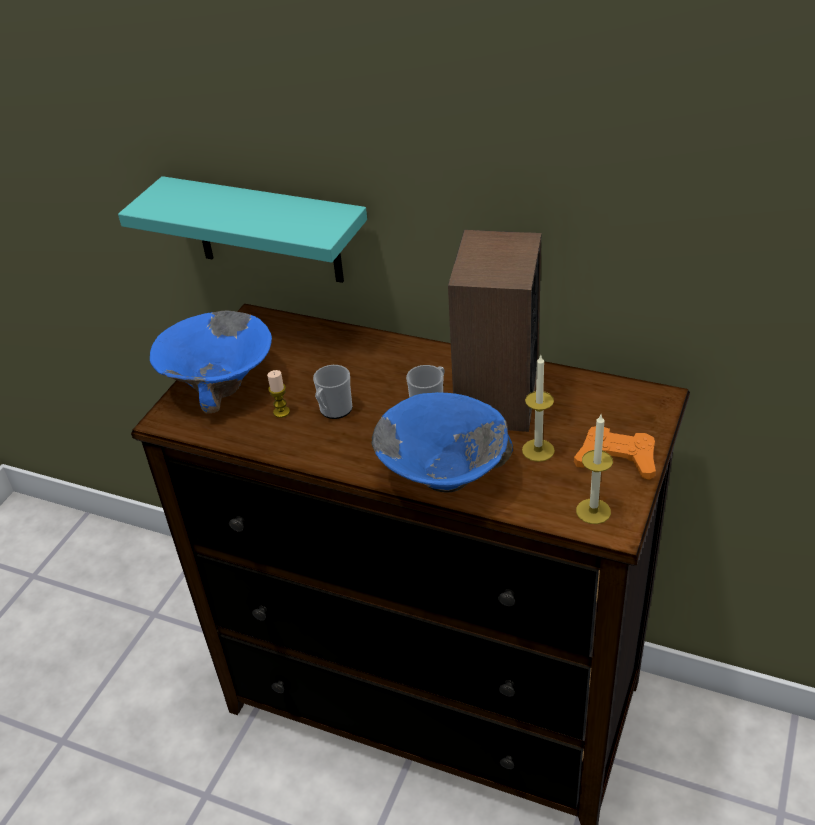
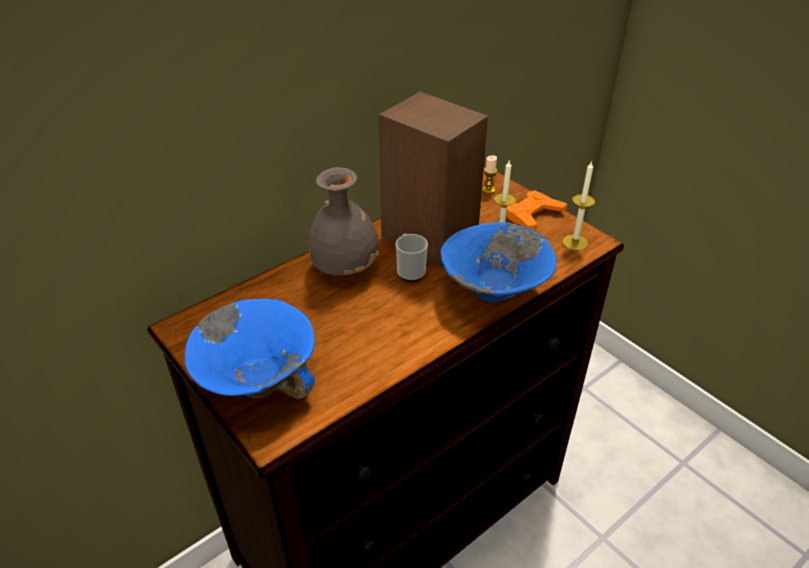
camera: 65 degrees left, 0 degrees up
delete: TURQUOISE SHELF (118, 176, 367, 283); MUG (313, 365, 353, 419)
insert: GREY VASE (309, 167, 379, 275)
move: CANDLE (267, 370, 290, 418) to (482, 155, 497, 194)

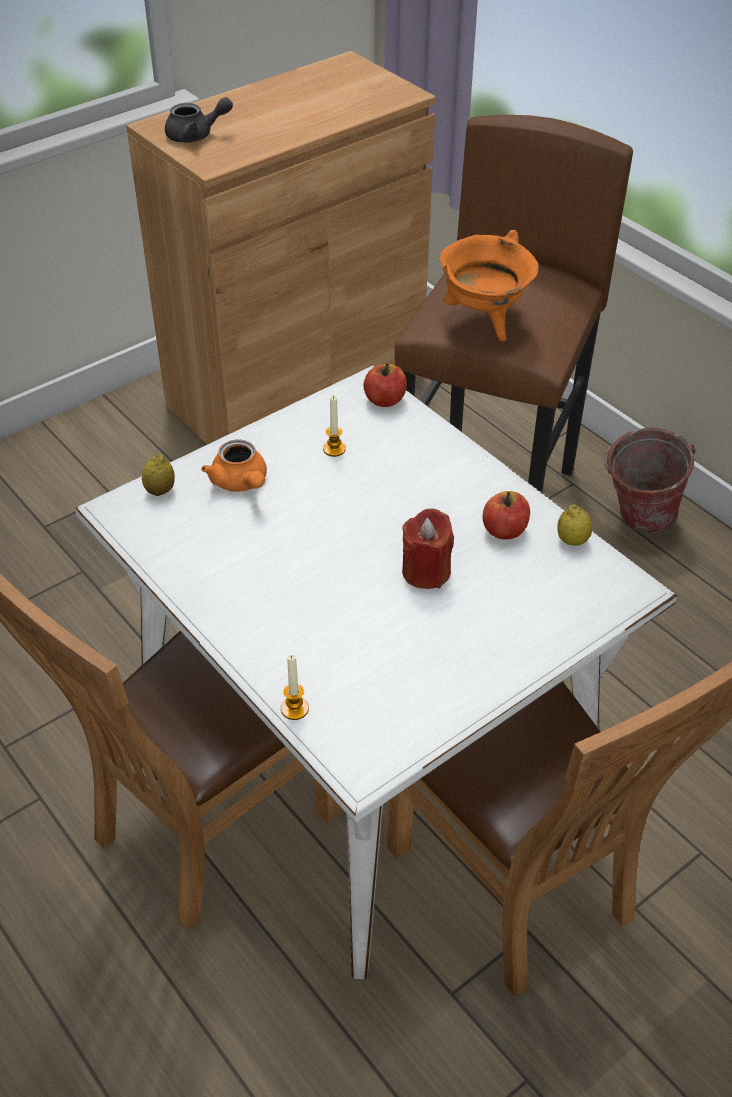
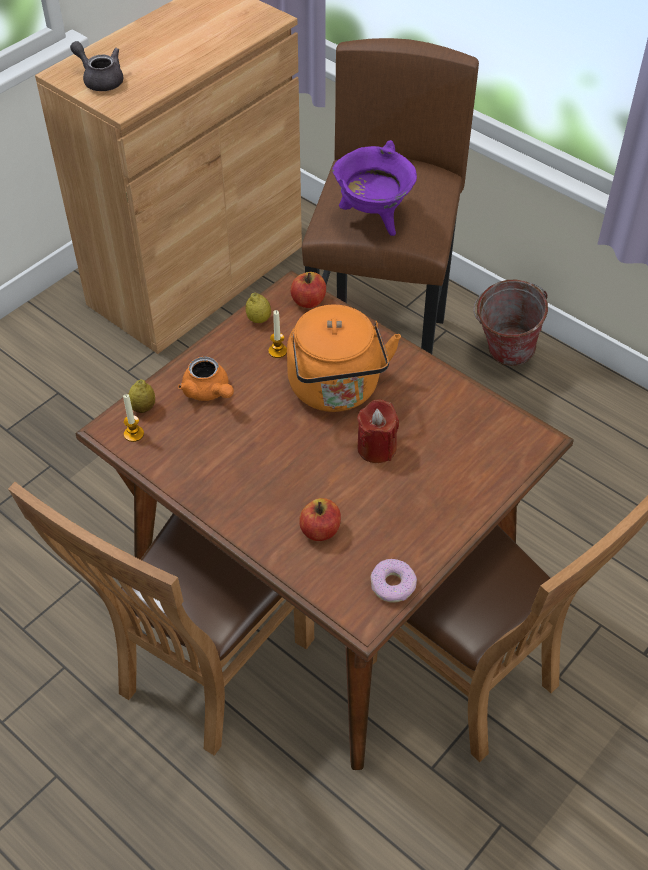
camera: 10 degrees left, 5 degrees up
insert: ORANGE KETTLE (287, 305, 401, 412); DONUT (371, 559, 417, 603)
move: CANDLE (281, 655, 309, 720) to (123, 394, 144, 442); APPLE (483, 491, 530, 539) to (299, 498, 341, 541); LEMON (557, 504, 592, 546) to (246, 292, 271, 323)
recolor: WHITE DINING TABLE (75, 365, 677, 980) to BROWN DINING TABLE (76, 270, 574, 770); ORANGE COOKING POT (439, 230, 539, 342) to PURPLE COOKING POT (332, 140, 417, 236)
rotate: GREY TEAPOT (165, 97, 233, 143) = (70, 41, 124, 91) 120 degrees counterclockwise

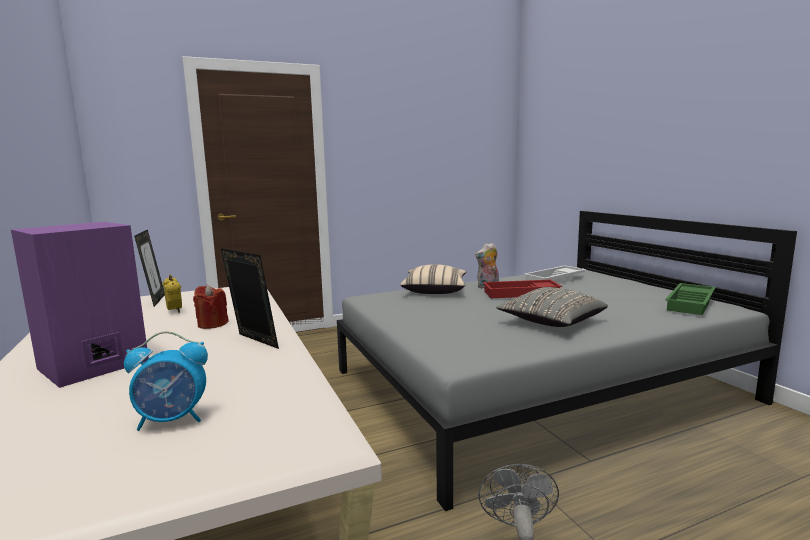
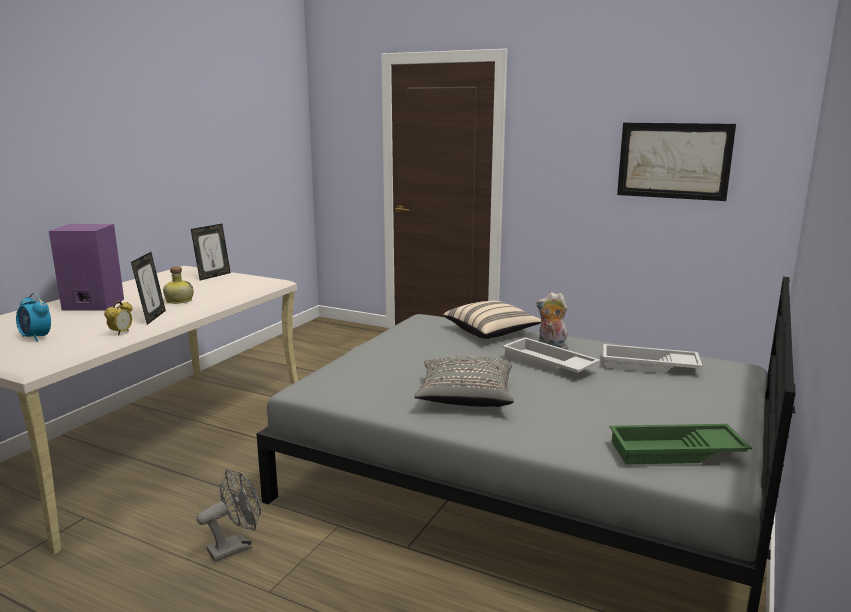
camera: 50 degrees right, 5 degrees up
insert: PICTURE (617, 123, 736, 201)
move: ALARM CLOCK (163, 275, 182, 313) to (104, 301, 132, 336)
replace: RED CANDLE (193, 285, 229, 329) to BOTTLE (163, 266, 194, 304)
recolor: RED TRAY (483, 280, 562, 298) to WHITE TRAY (502, 337, 600, 373)

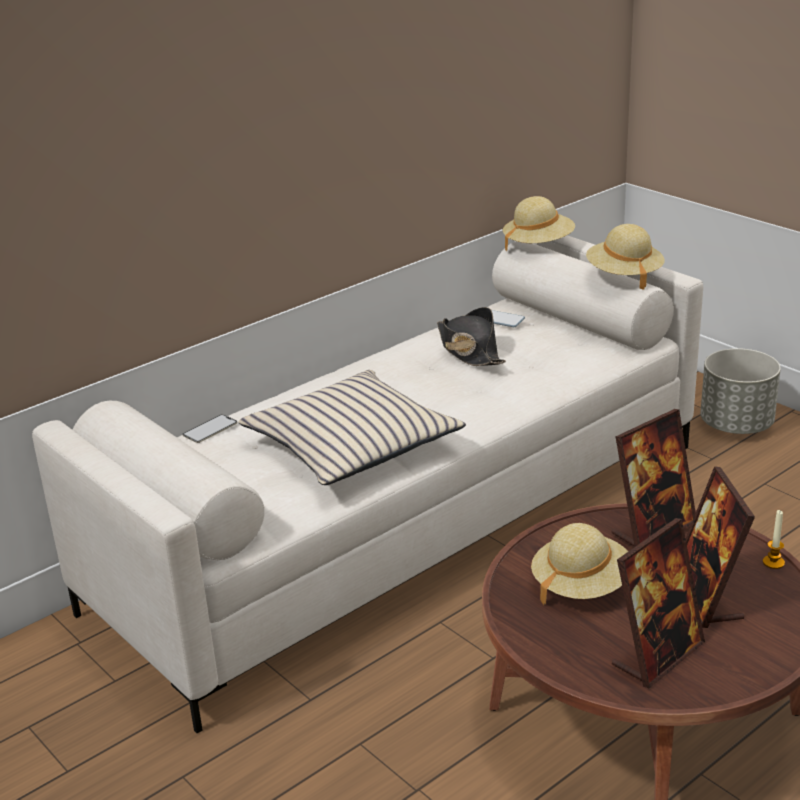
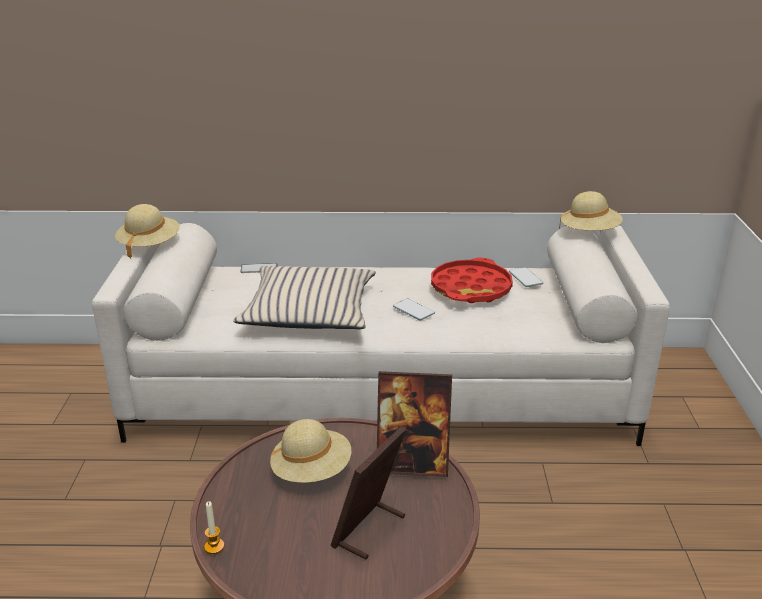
camera: 40 degrees right, 0 degrees up
delete: PICTURE FRAME (612, 518, 705, 688); GREY PLANTER (700, 348, 781, 434)
insert: PHONE (393, 299, 435, 320)
move: BEIGE HAT (586, 224, 665, 290) to (115, 204, 180, 258); CANDLE (763, 510, 785, 569) to (204, 501, 224, 554)
replace: BLACK HAT (437, 307, 506, 366) to RED TRAY (431, 257, 513, 303)

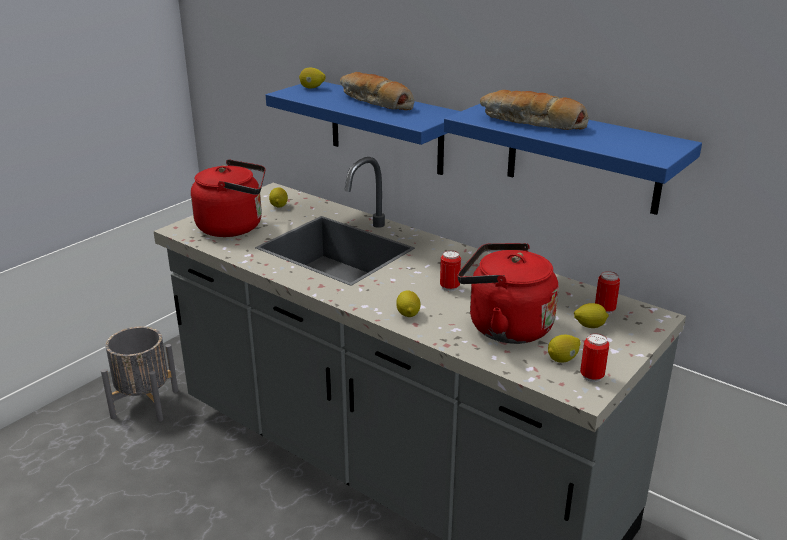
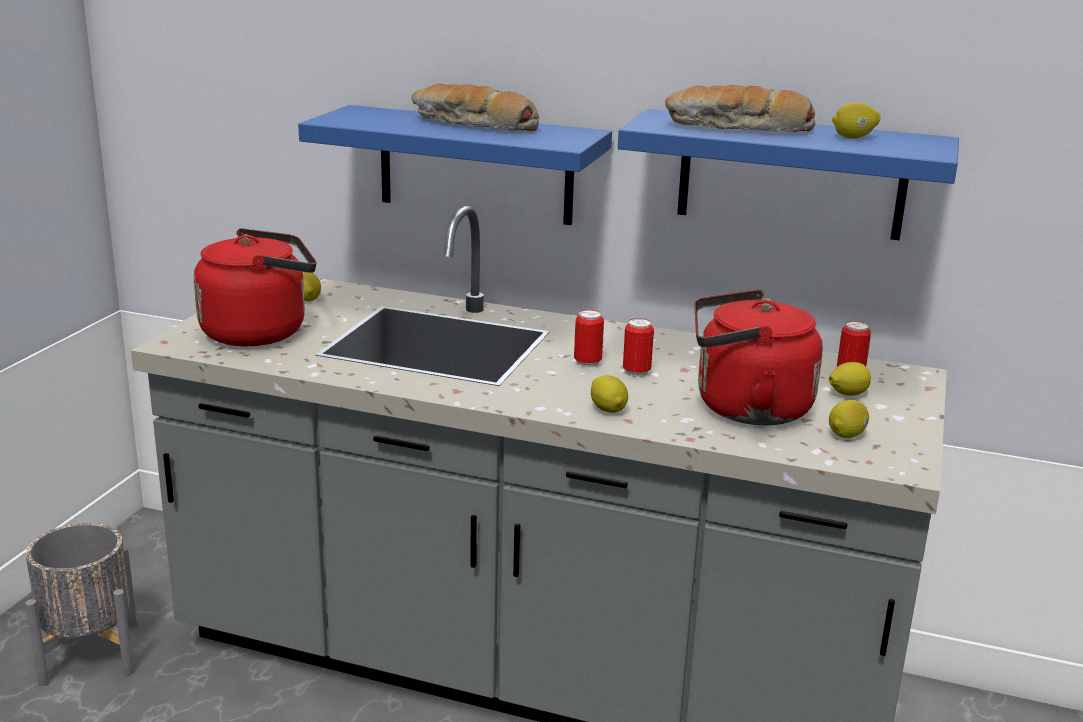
camera: 20 degrees left, 5 degrees down
move: LEMON (299, 67, 326, 89) to (832, 102, 881, 138); CAN (580, 333, 609, 382) to (574, 310, 604, 368)

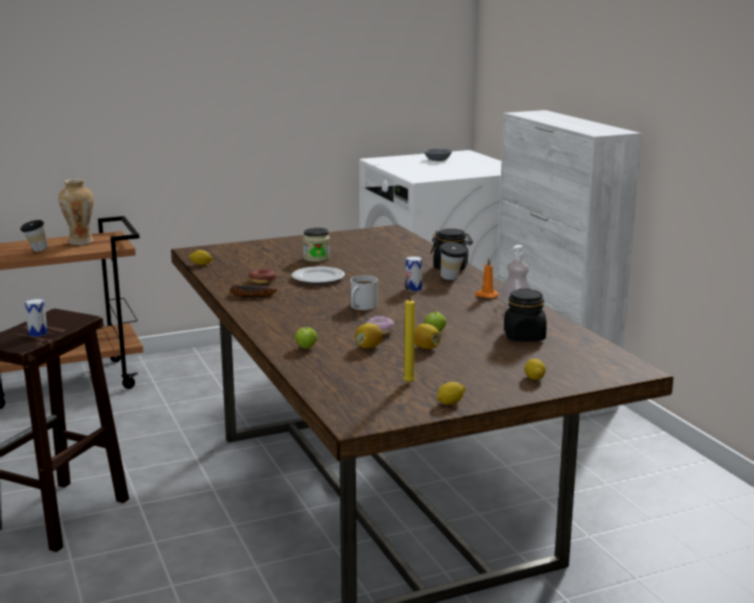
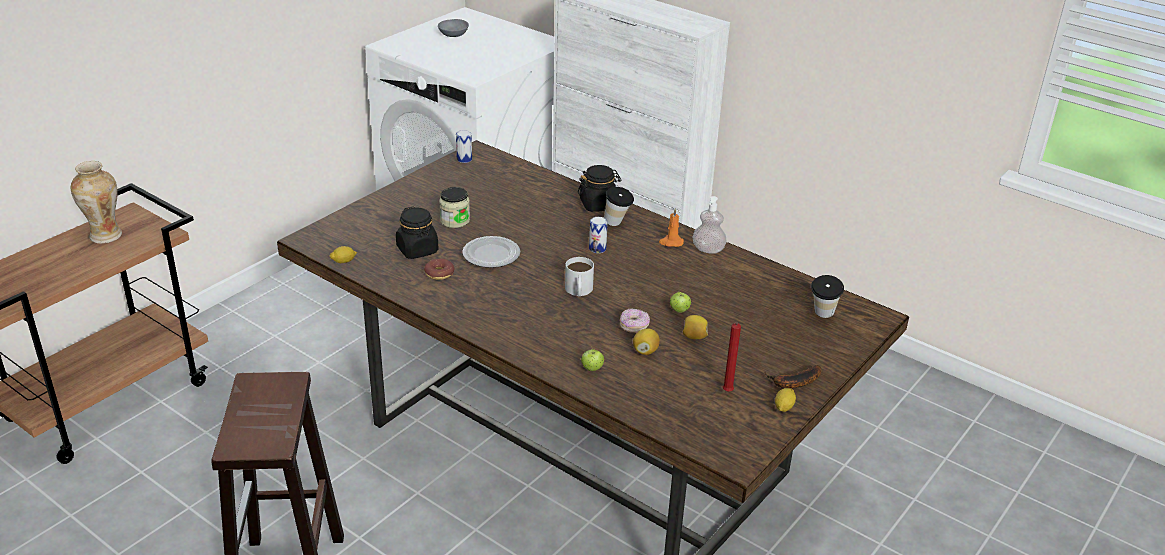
camera: 30 degrees left, 15 degrees up
delete: LEMON (525, 359, 546, 380)
move: CUP (20, 220, 48, 252) to (811, 275, 844, 318); CAN (25, 298, 48, 337) to (456, 130, 472, 163); BANANA (230, 285, 277, 297) to (765, 365, 821, 388); BLACK JAR (504, 289, 547, 341) to (396, 206, 438, 259)
recolor: YELLOW CANDLE (402, 294, 415, 383) to RED CANDLE (723, 322, 741, 392)

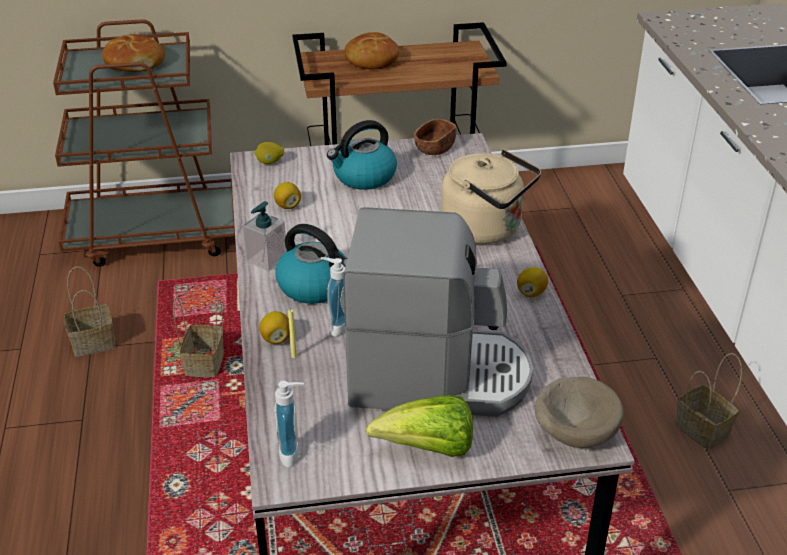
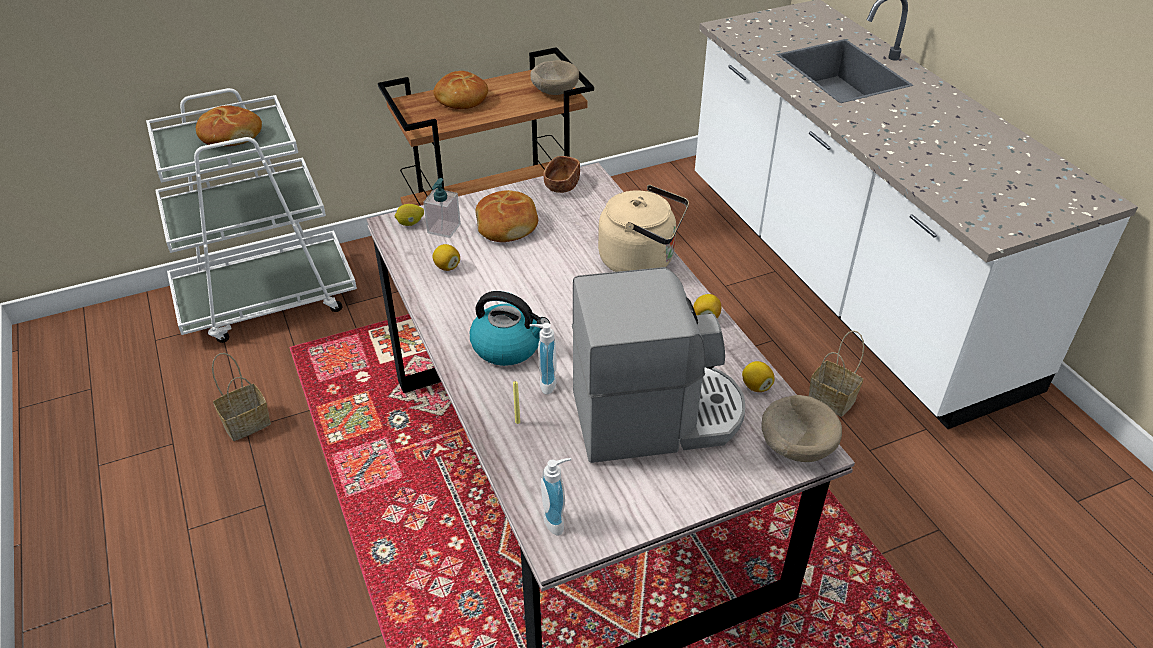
camera: 15 degrees left, 5 degrees up
delete: BASKET (174, 297, 224, 377); LETTUCE (366, 395, 473, 457)
insert: BEIGE BOWL (530, 60, 579, 95)
move: SOAP DISPENSER (243, 201, 287, 271) to (423, 178, 461, 238); LEMON (259, 311, 290, 344) to (742, 361, 775, 392)
replace: KETTLE (327, 120, 397, 190) to BREAD (475, 190, 538, 242)
recolor: BROWN CART (53, 19, 235, 267) to WHITE CART (146, 88, 357, 343)

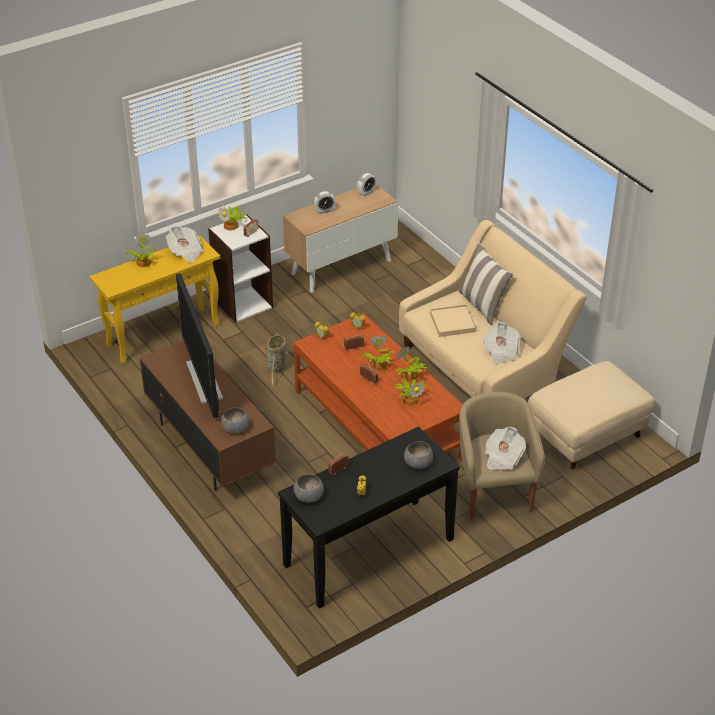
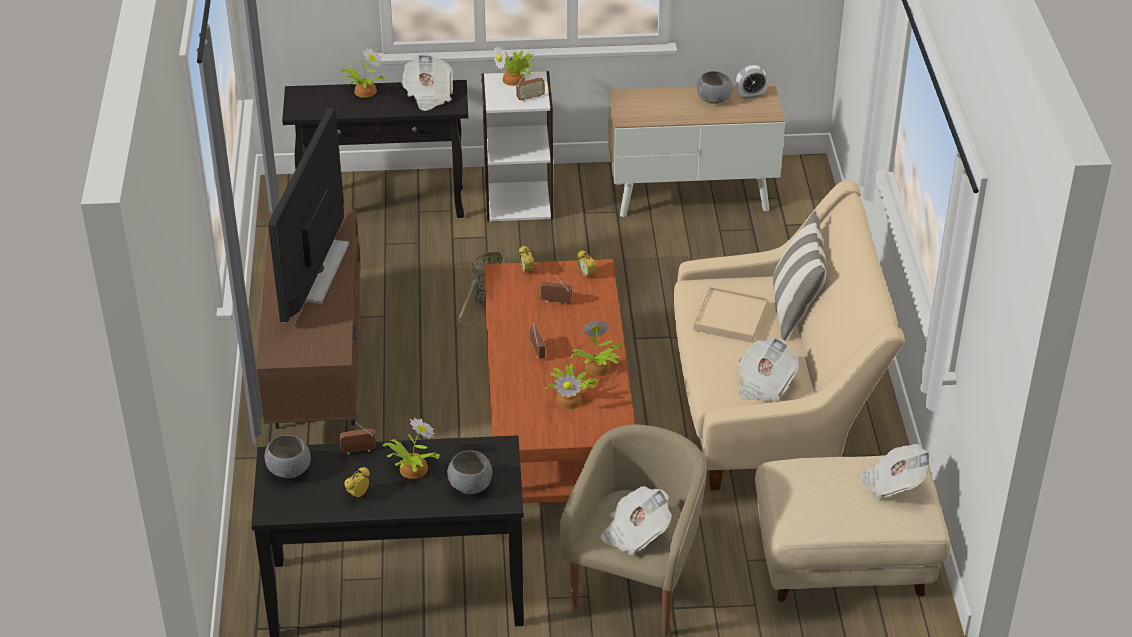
camera: 30 degrees right, 0 degrees up
delete: ALARM CLOCK (314, 191, 335, 214)
insert: NEWSPAPER (859, 444, 933, 498)
move: GREY BOWL (221, 408, 249, 433) to (697, 71, 733, 104); POTTED PLANT (361, 335, 394, 371) to (383, 418, 440, 479)
recolor: YELLOW CONSOLE TABLE (89, 236, 220, 364) to BLACK CONSOLE TABLE (282, 80, 468, 218)

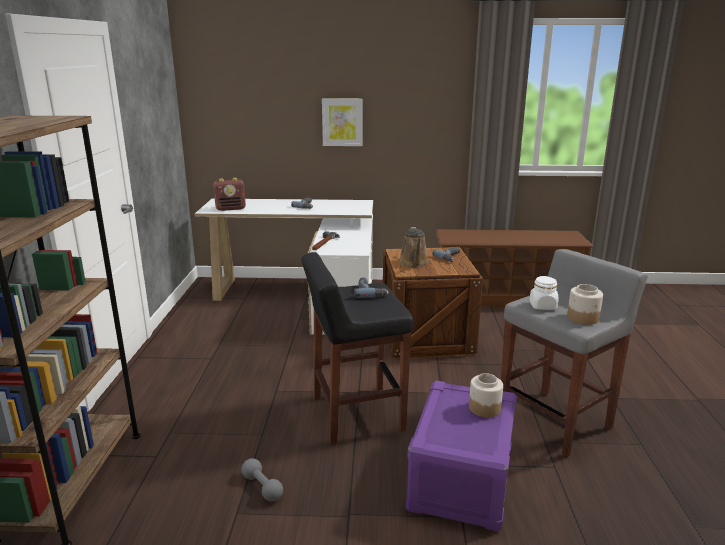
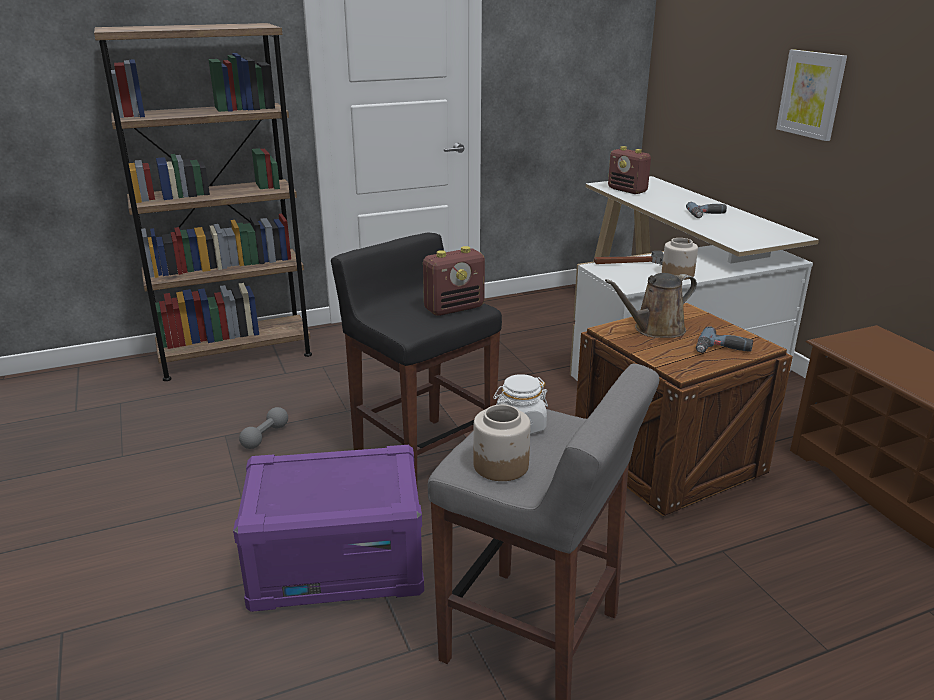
camera: 65 degrees right, 5 degrees up
move: JAR (469, 373, 503, 418) to (662, 238, 698, 280)
replace: POWER DRILL (354, 277, 389, 298) to RADIO (423, 246, 485, 316)

